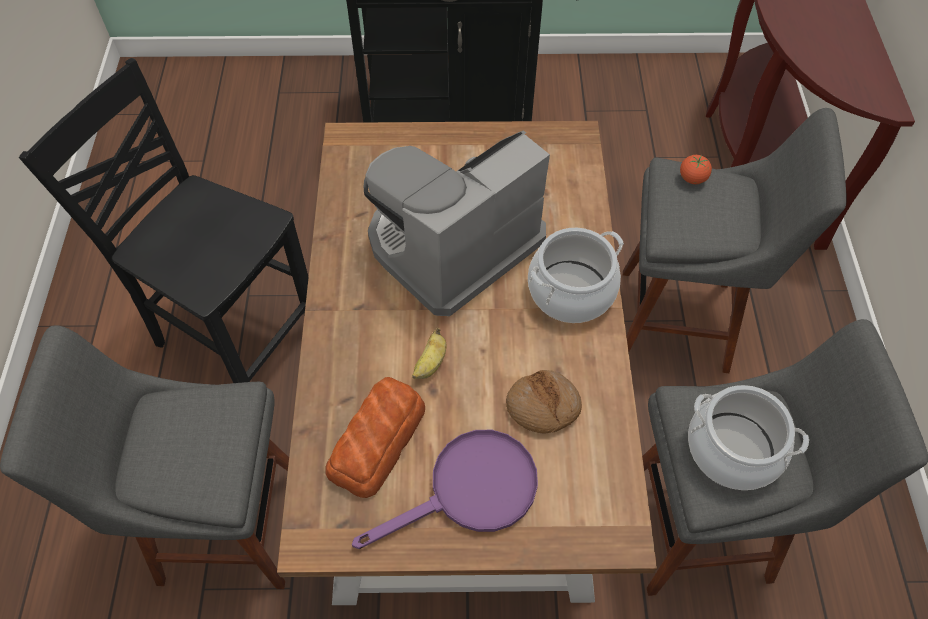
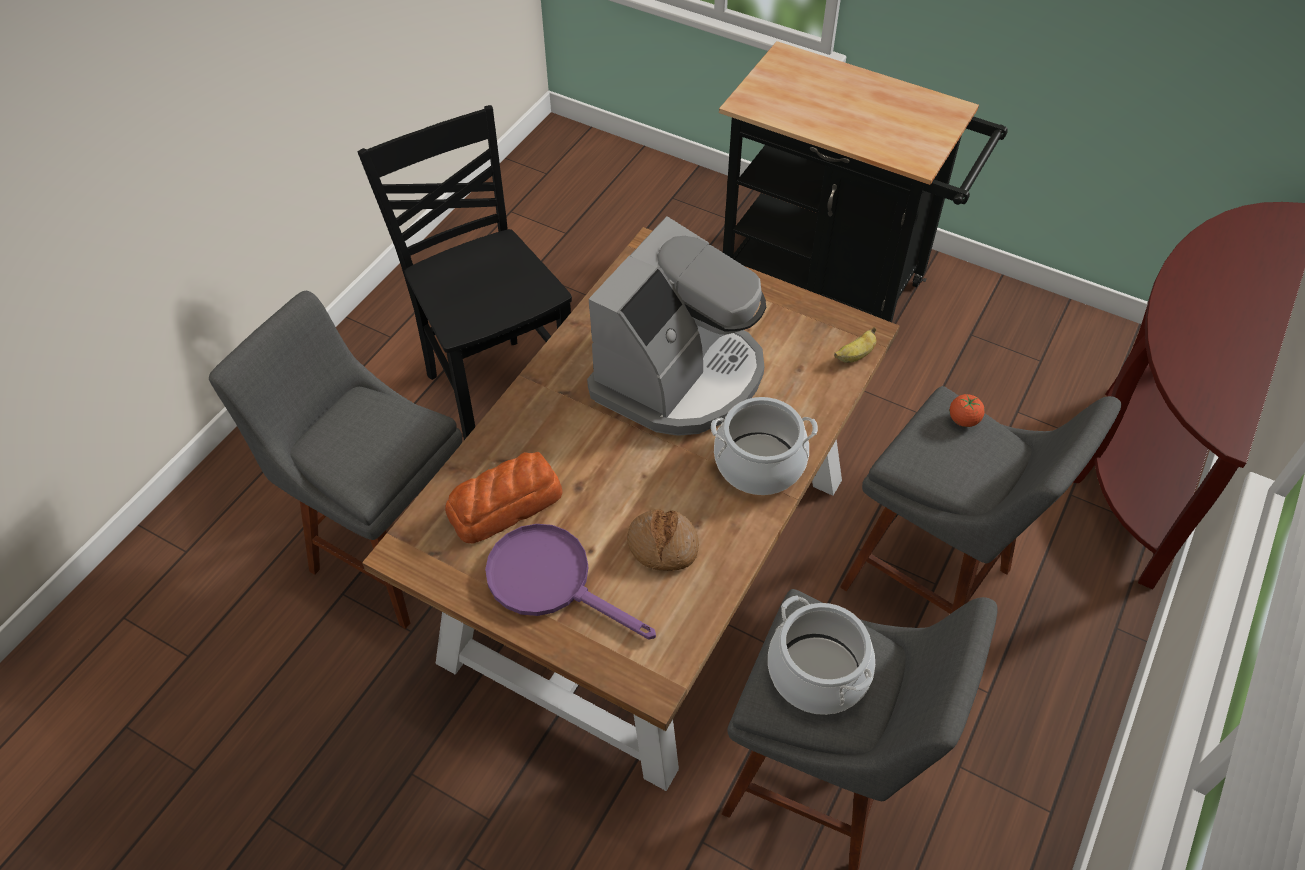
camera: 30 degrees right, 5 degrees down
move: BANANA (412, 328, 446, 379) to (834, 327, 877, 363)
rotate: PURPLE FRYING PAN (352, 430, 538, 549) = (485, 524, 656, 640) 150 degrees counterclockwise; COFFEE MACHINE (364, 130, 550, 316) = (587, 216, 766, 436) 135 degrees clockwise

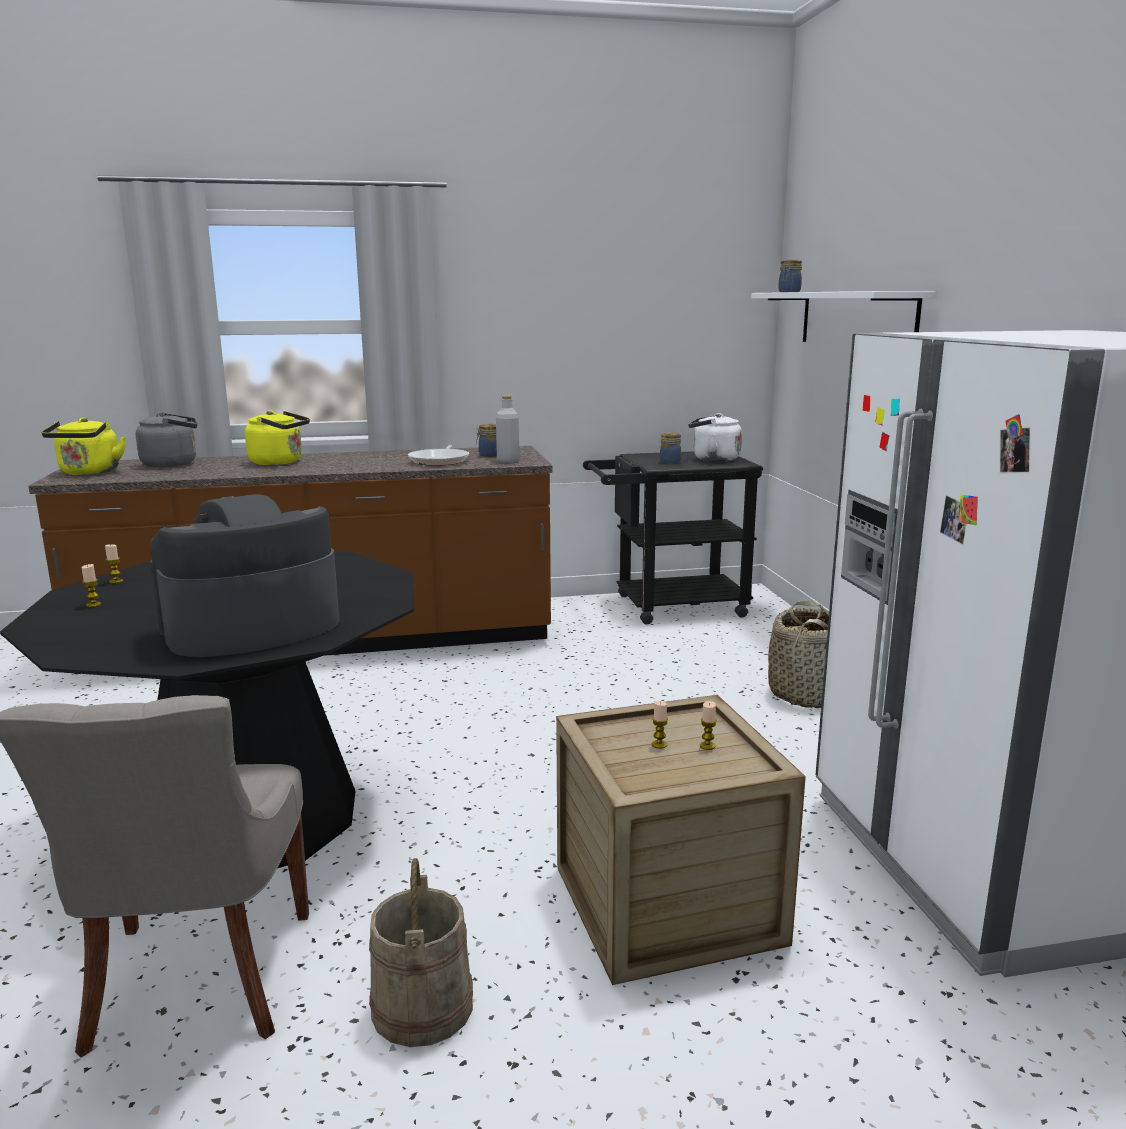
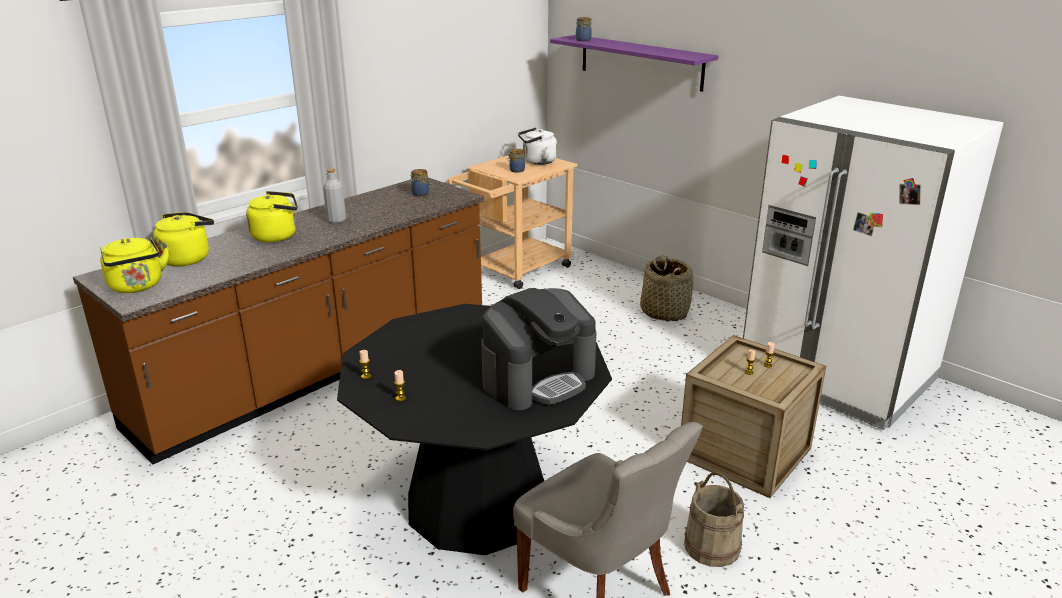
camera: 35 degrees left, 10 degrees up
delete: FRYING PAN (408, 445, 469, 466)
move: GREY BOTTLE (496, 396, 519, 463) to (323, 168, 346, 223)
recolor: GREY KETTLE (135, 412, 197, 467) to YELLOW KETTLE (153, 212, 214, 267); BLACK CART (583, 451, 763, 625) to BEIGE CART (448, 155, 578, 289); WHITE SHELF (751, 291, 936, 342) to PURPLE SHELF (550, 35, 718, 92)
rotate: COFFEE MACHINE (150, 494, 339, 657) = (481, 288, 597, 410) 150 degrees counterclockwise

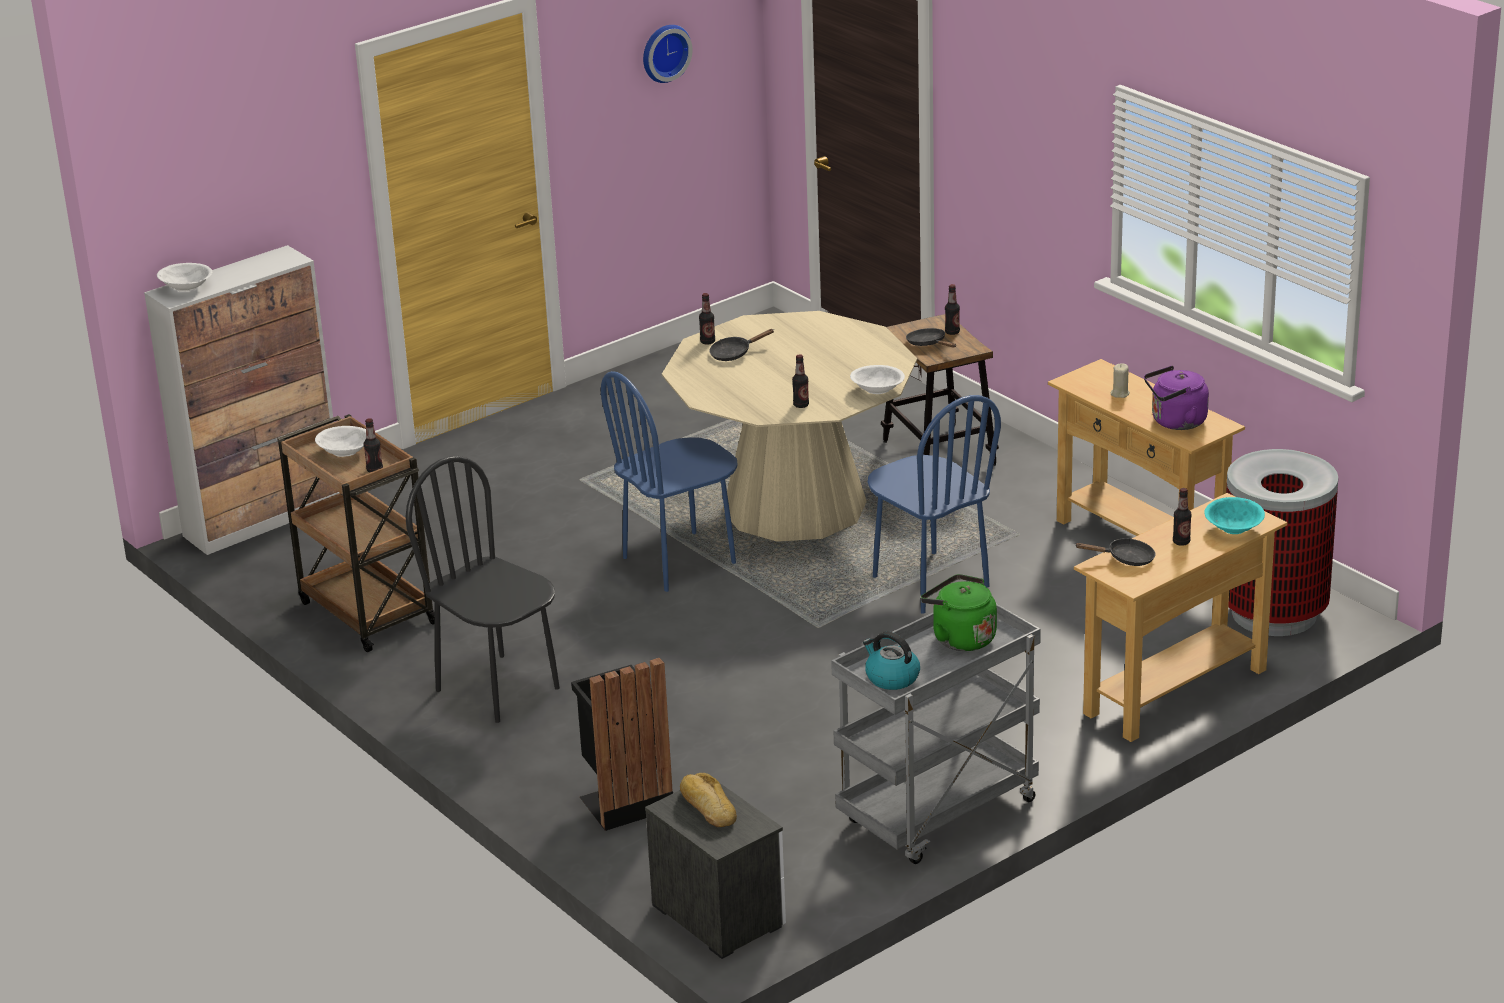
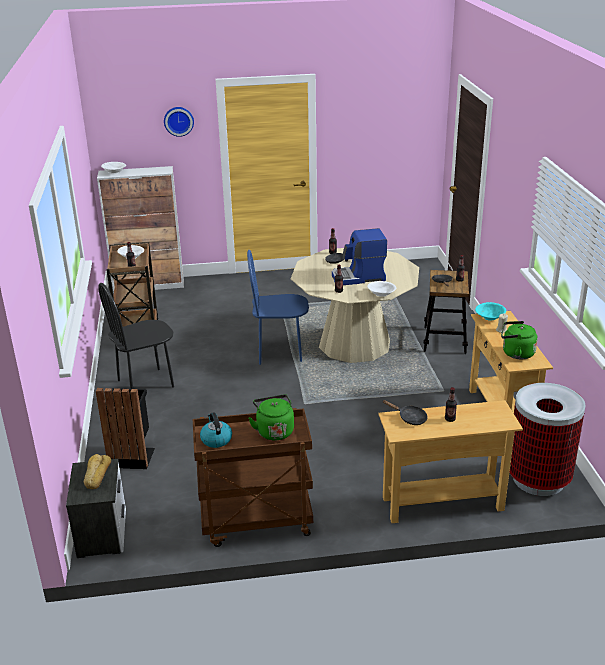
camera: 30 degrees right, 0 degrees up
delete: BLUE CHAIR (868, 395, 1001, 614)
insert: COFFEE MACHINE (332, 228, 387, 285)
move: WALL CLOCK (643, 25, 693, 83) to (164, 107, 194, 137); TURQUOISE BOWL (1204, 497, 1265, 534) to (475, 302, 506, 321)
recolor: GREY CART (831, 604, 1041, 864) to BROWN CART (193, 408, 313, 547); PURPLE KETTLE (1144, 366, 1209, 430) to GREEN KETTLE (501, 321, 538, 359)
rotate: BLACK CHAIR (406, 456, 560, 723) = (98, 283, 174, 389) 105 degrees counterclockwise

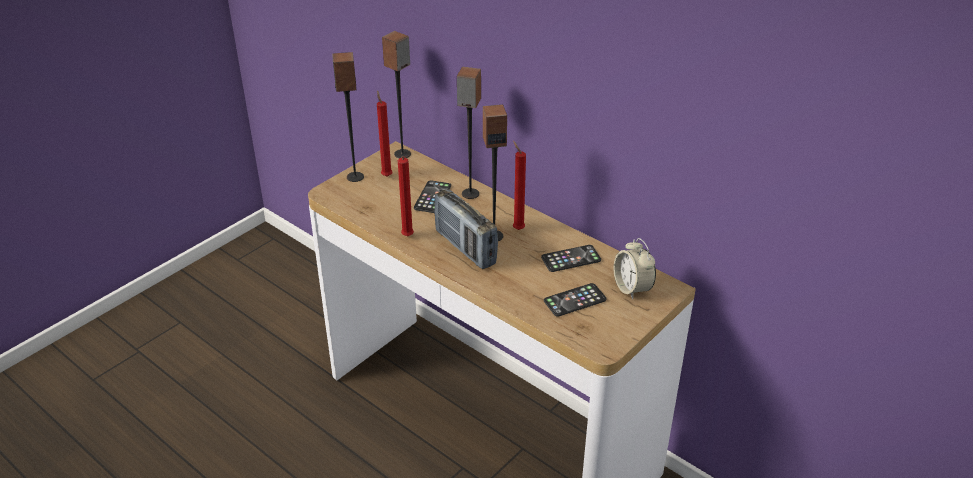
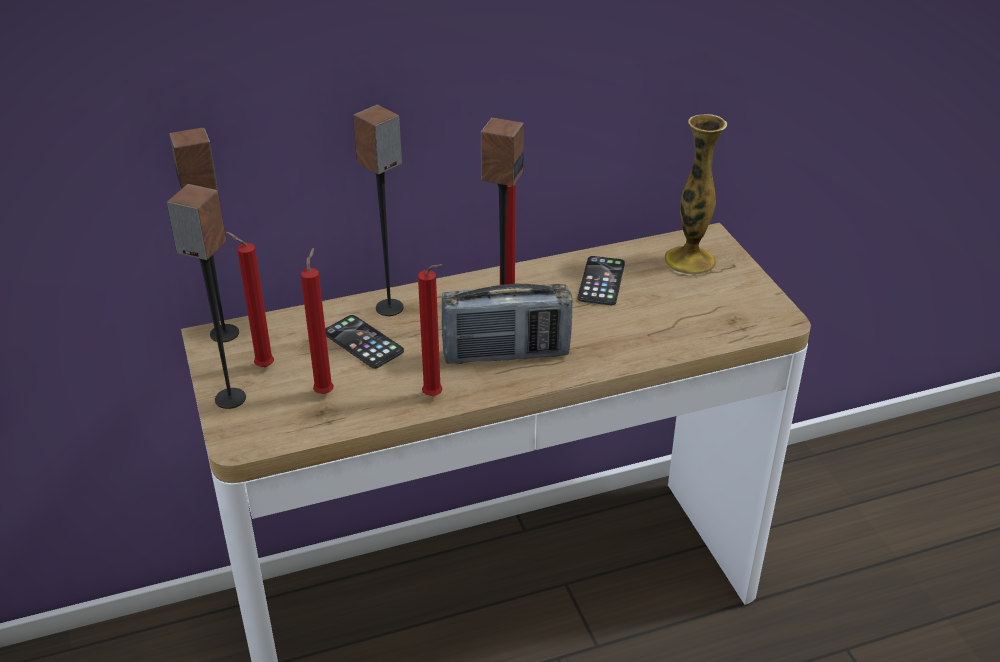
camera: 60 degrees left, 0 degrees up
delete: PHONE (544, 283, 606, 317)
insert: RED CANDLE (301, 248, 334, 394)
replace: ALARM CLOCK (613, 238, 656, 300) to VASE (664, 114, 727, 275)

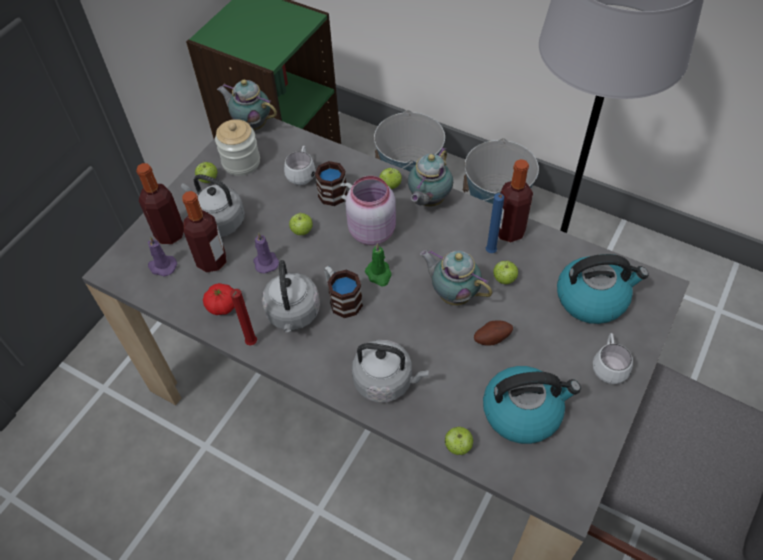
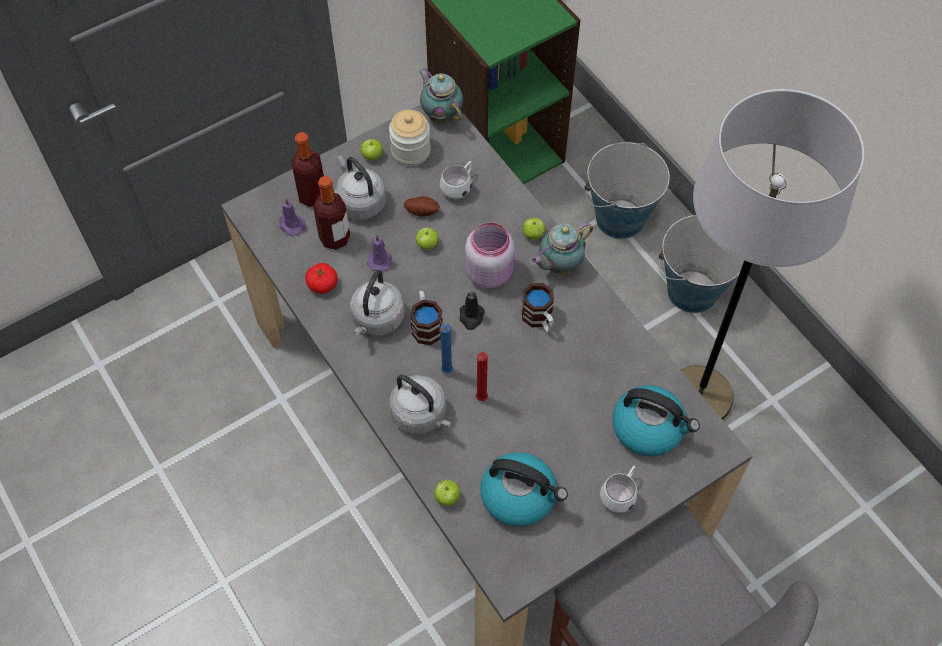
camera: 25 degrees right, 5 degrees up
delete: TEAPOT (420, 249, 492, 305); APPLE (493, 260, 518, 284); BOTTLE (498, 159, 533, 242)
move: RED CANDLE (230, 289, 257, 346) to (476, 352, 488, 401); MUG (315, 161, 353, 206) to (521, 283, 554, 333); POTATO (474, 321, 513, 346) to (404, 196, 440, 217); BLUE CANDLE (486, 193, 504, 253) to (440, 324, 453, 374)
recolor: GREEN CANDLE (365, 243, 392, 286) to BLACK CANDLE (460, 290, 485, 330)

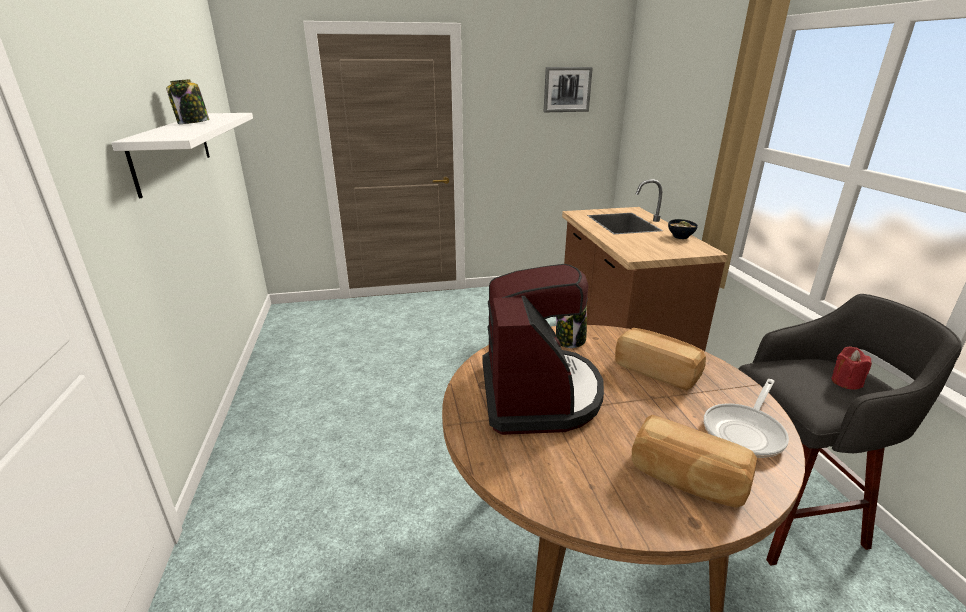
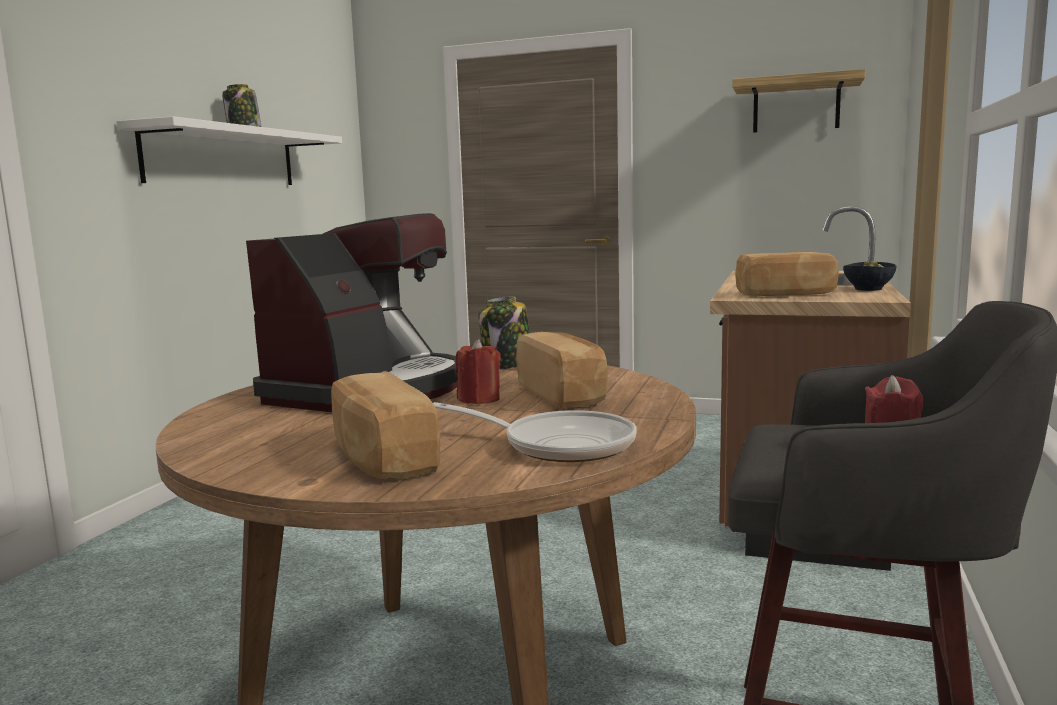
camera: 30 degrees right, 15 degrees down
insert: RED CANDLE (456, 339, 501, 404); BREAD (735, 252, 839, 296)
replace: PICTURE (544, 67, 593, 112) to SHELF (732, 69, 865, 133)
rotate: FRYING PAN (704, 379, 789, 458) = (433, 402, 637, 462) 135 degrees counterclockwise

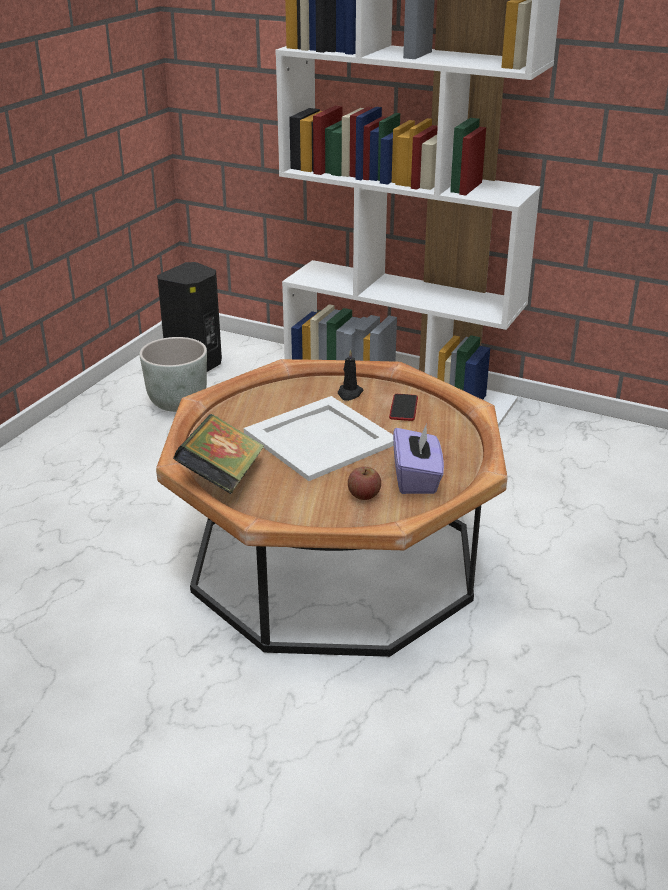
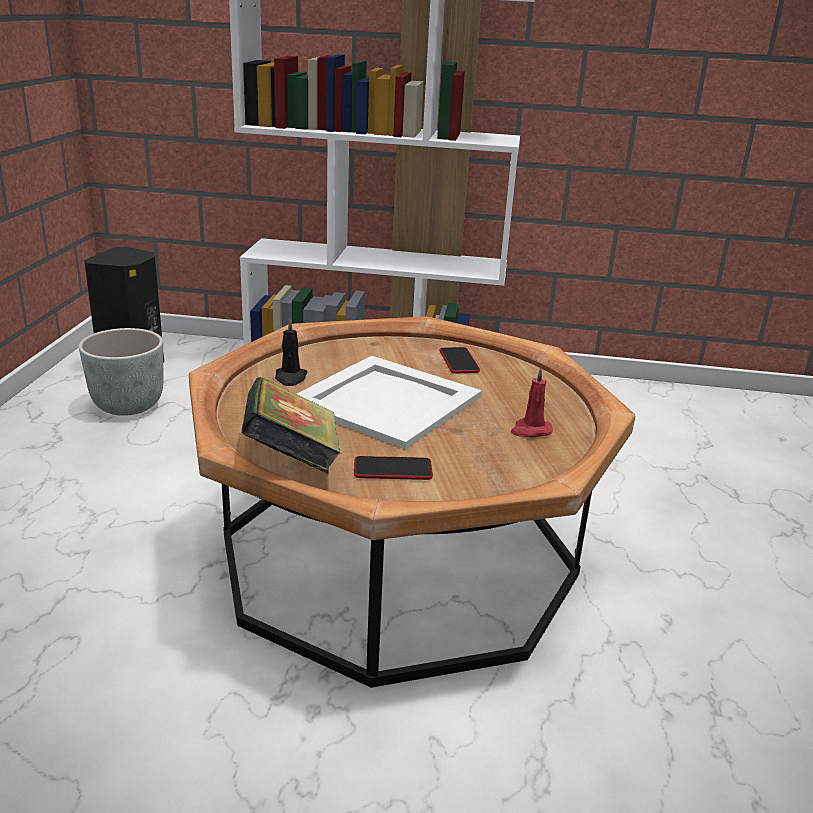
camera: 20 degrees left, 5 degrees down
delete: APPLE (348, 467, 381, 500)
insert: PHONE (354, 456, 433, 480)
move: BLACK CANDLE (338, 349, 364, 401) to (275, 319, 308, 386)
replace: PURPLE TISSUE BOX (393, 424, 444, 494) to RED CANDLE (511, 367, 553, 437)

